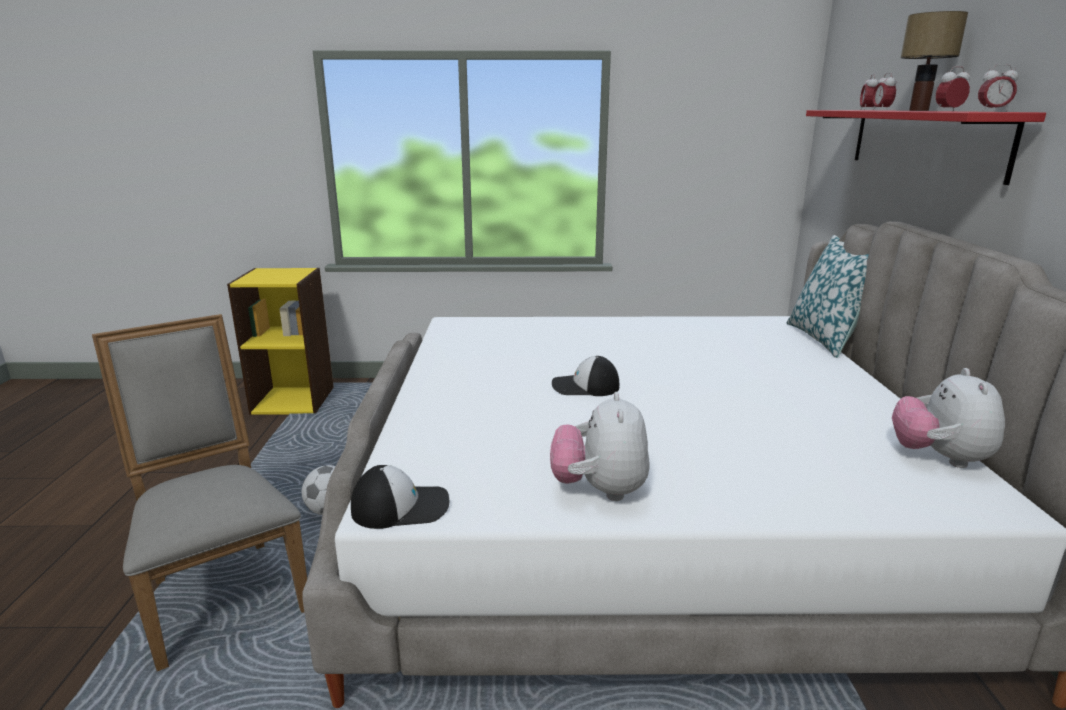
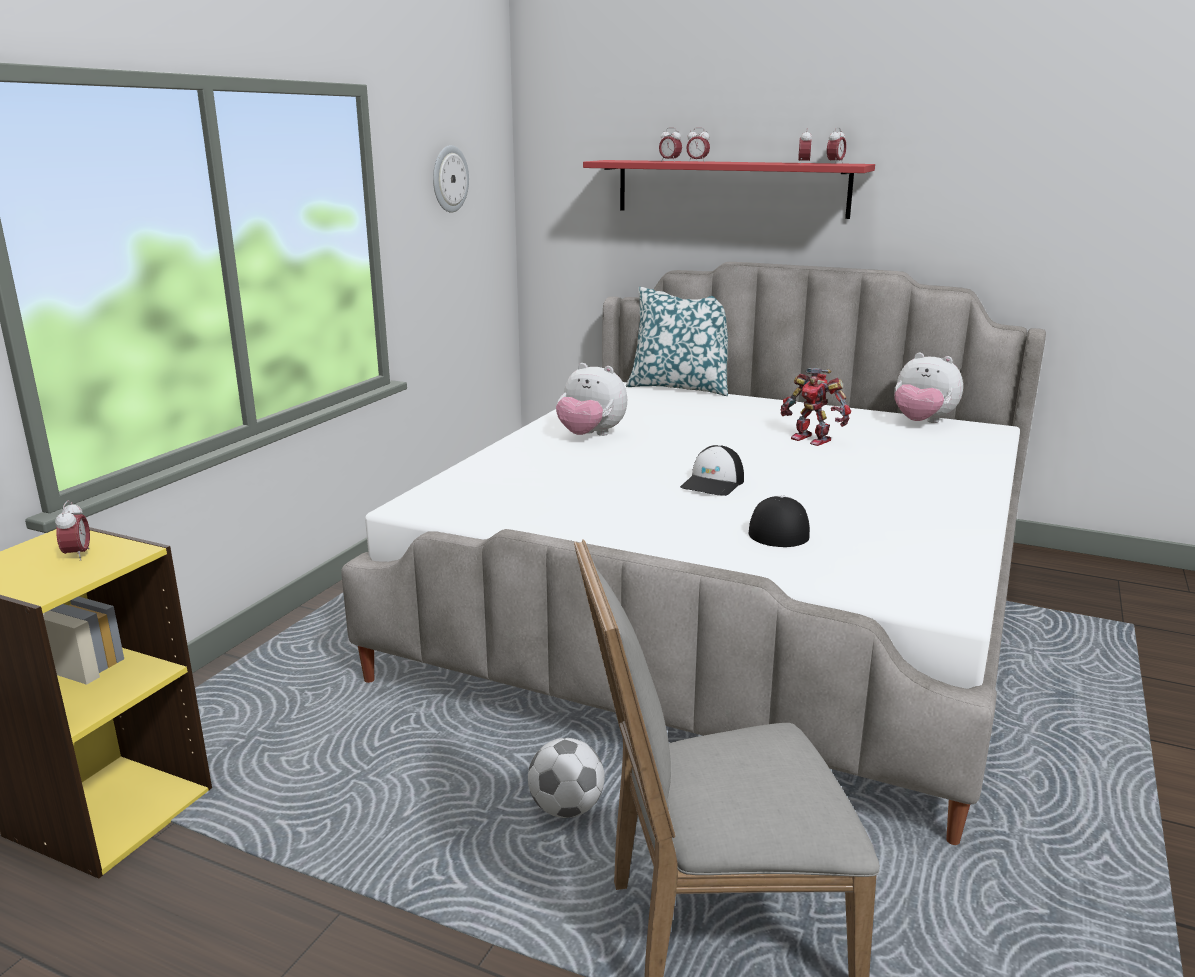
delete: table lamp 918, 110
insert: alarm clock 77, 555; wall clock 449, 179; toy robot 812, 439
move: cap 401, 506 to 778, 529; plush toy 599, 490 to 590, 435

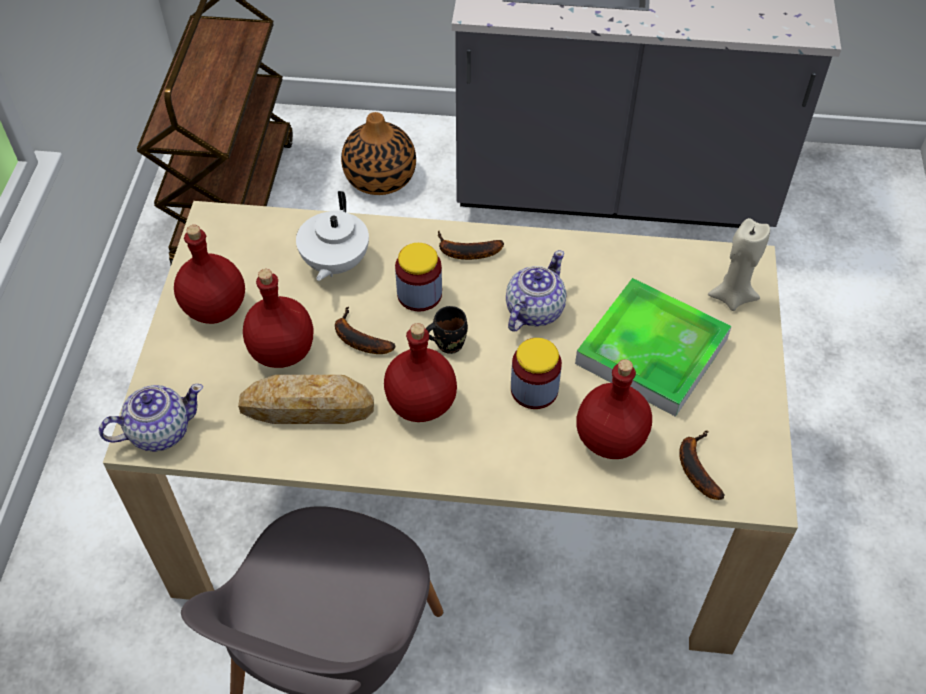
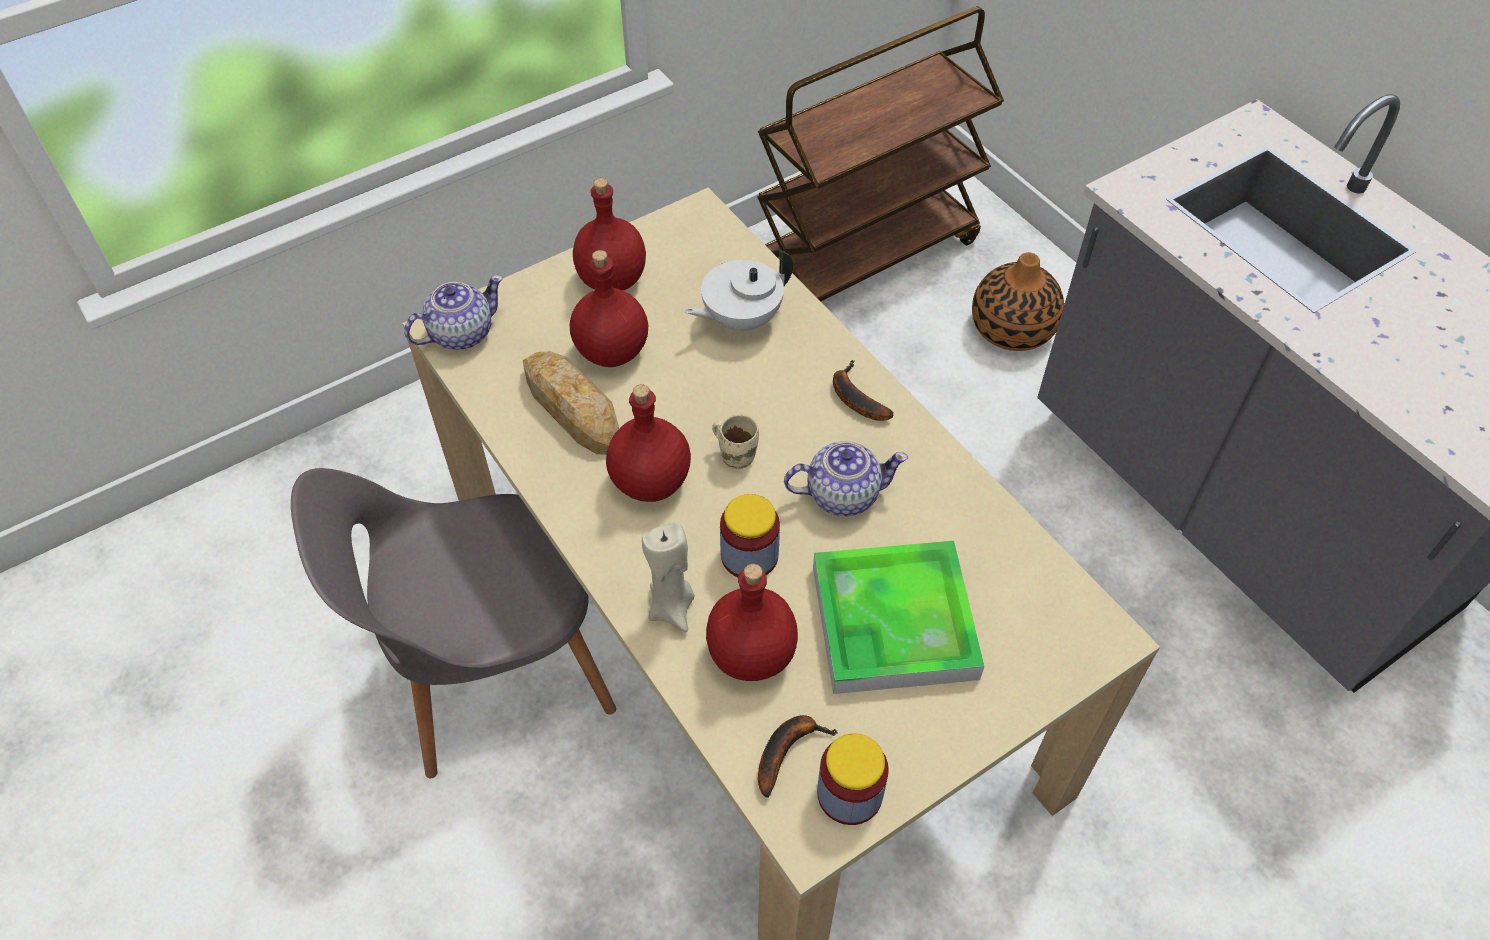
delete: banana 357, 339
move: jar 419, 294 to 849, 794; candle (beige) 732, 297 to 672, 608
recolor: mug (black) 447, 342 to mug (beige) 737, 455
rotate: teapot 159, 431 = 460, 333 60 degrees counterclockwise

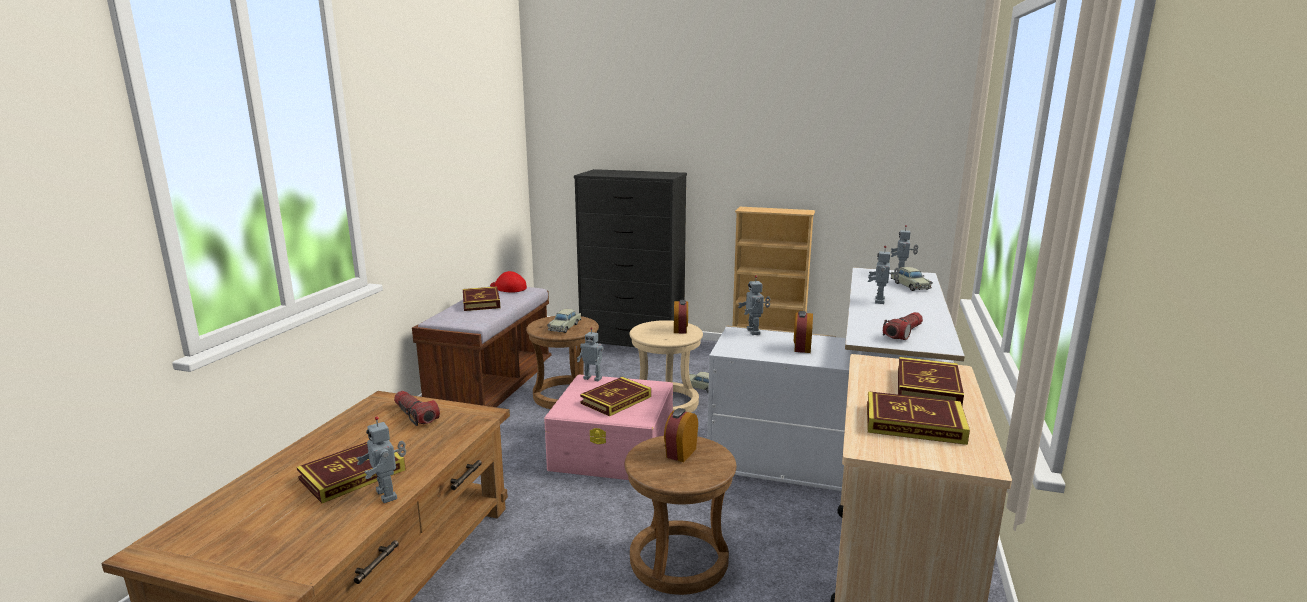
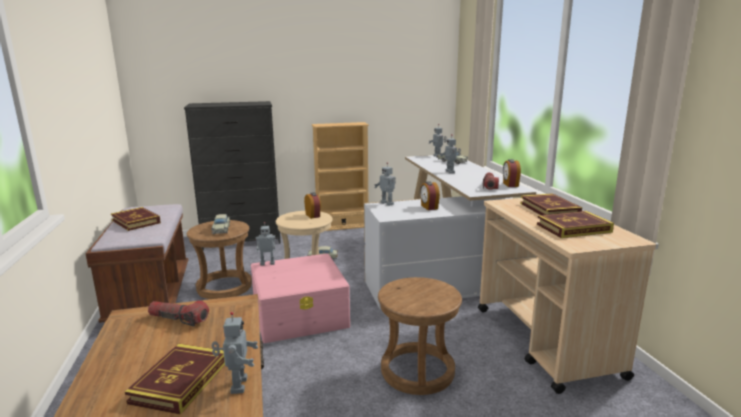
delete: cap (red) 508, 287; book 616, 400
move: alarm clock 680, 453 to 510, 184
rotate: toy robot 388, 494 = 237, 385 120 degrees counterclockwise

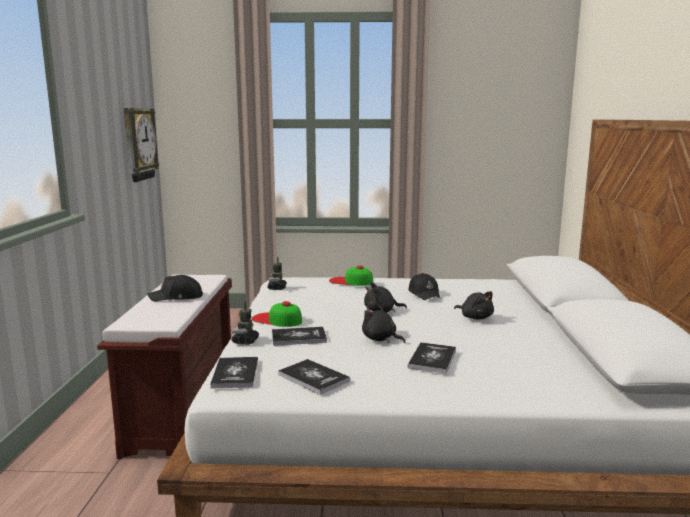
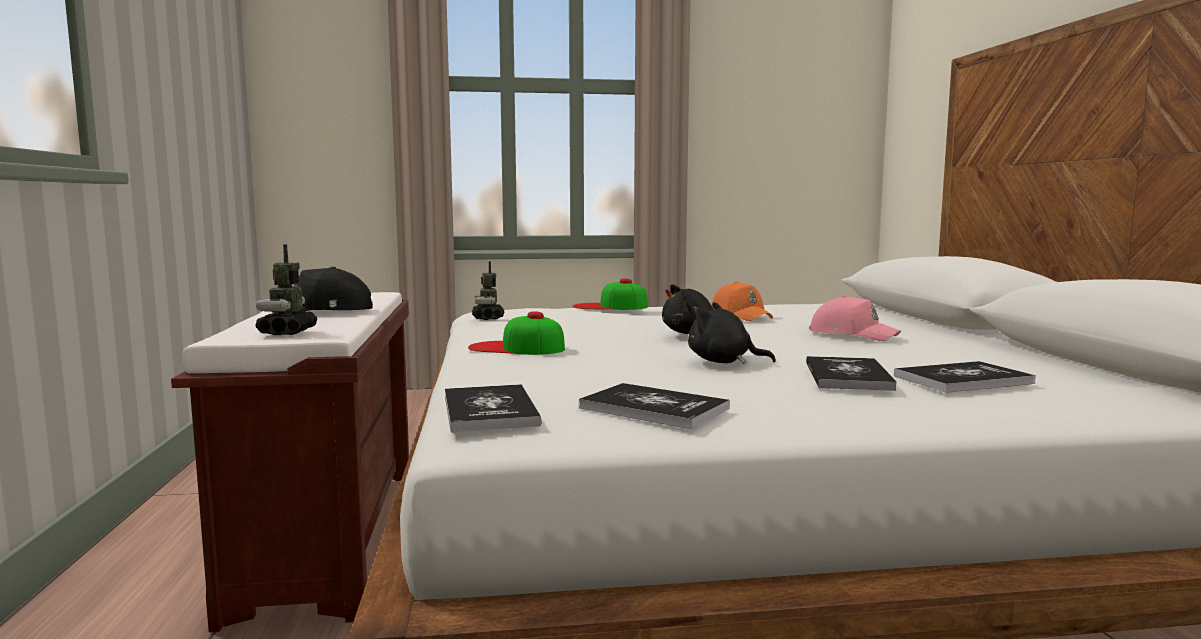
delete: wall clock 138, 144
move: toy robot 245, 341 to 287, 332; book 299, 337 to 963, 380
replace: plush toy (black) 475, 317 to cap (pink) 852, 334
recolor: cap (black) 424, 294 to cap (orange) 741, 315

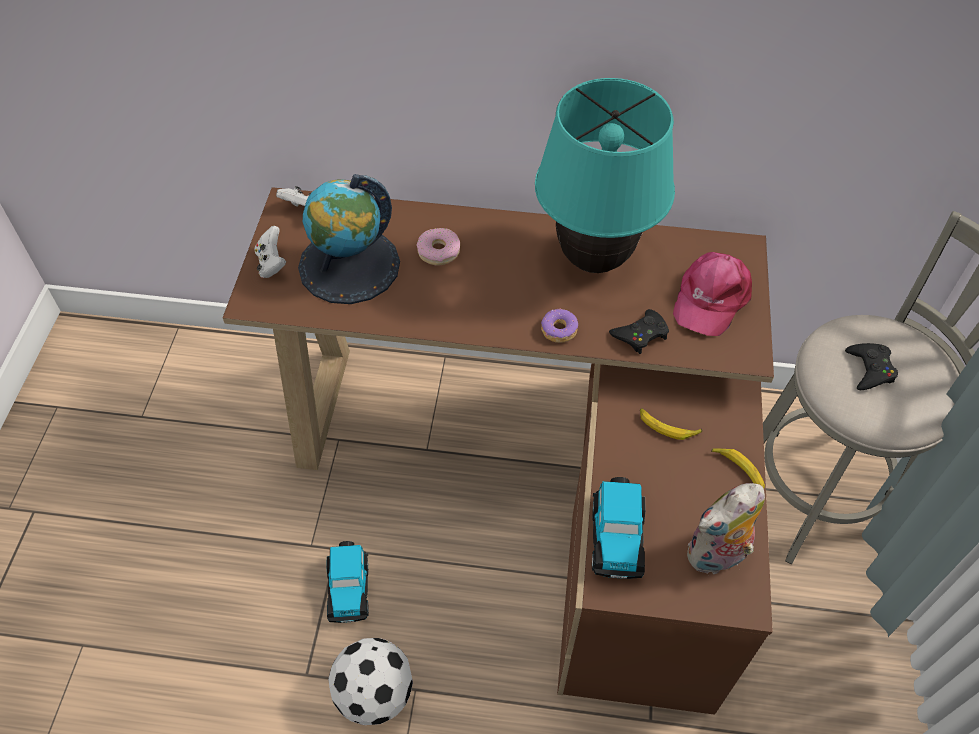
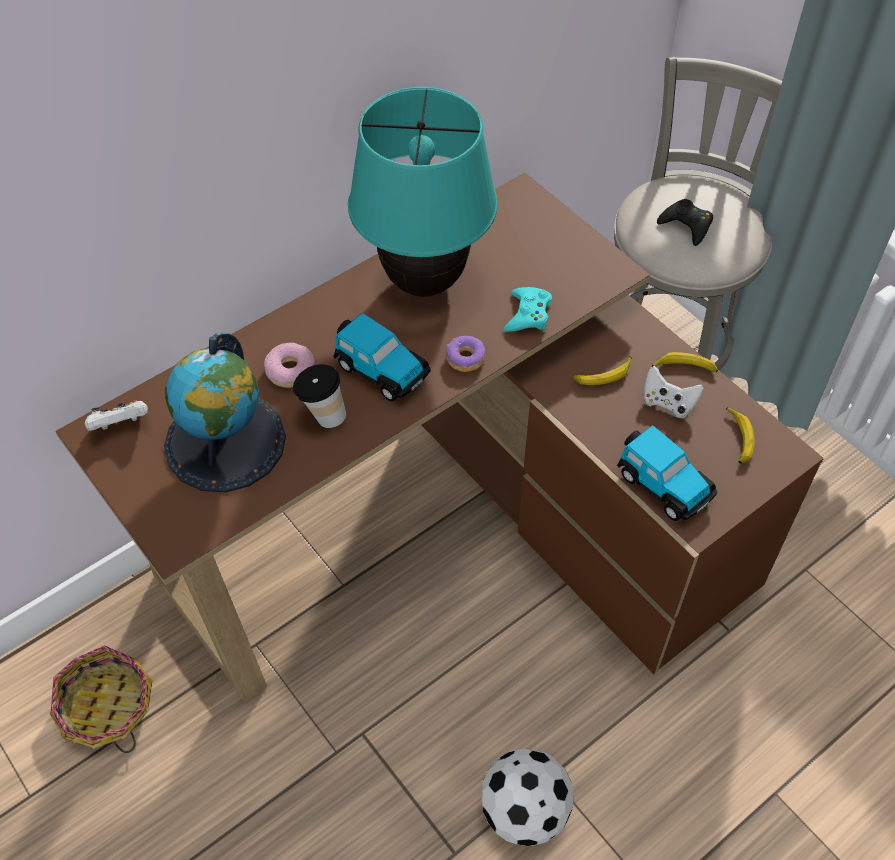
delete: cap (pink) 710, 298
insert: basket 106, 708; cup 322, 416
move: game controller (white) 272, 264 to 668, 403; toy car 348, 588 to 380, 369
replace: plush toy 717, 557 to banana 738, 439
recolor: game controller (black) 640, 334 to game controller (turquoise) 528, 314

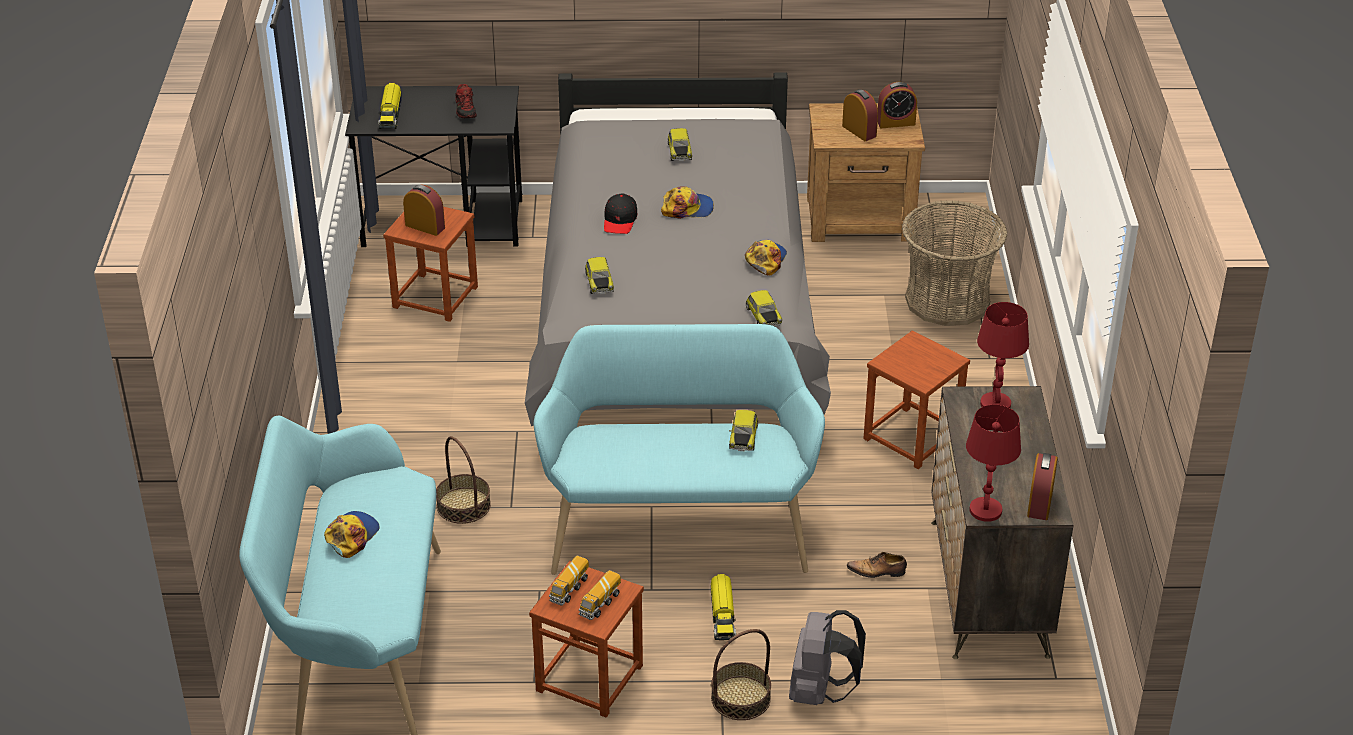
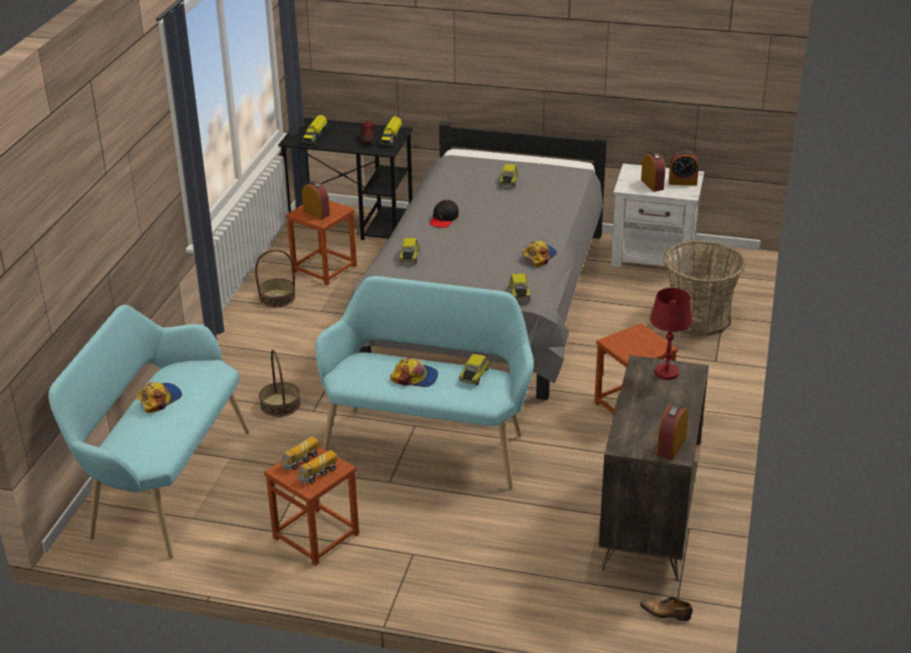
delete: backpack (grey) 820, 691; table lamp (red) 985, 510
move: cap 687, 208 to 415, 377; toy truck 722, 614 to 391, 137; basket 740, 698 to 277, 298; shoe 877, 571 to 666, 613
recolor: nightstand (brown) 861, 219 to nightstand (white) 654, 256

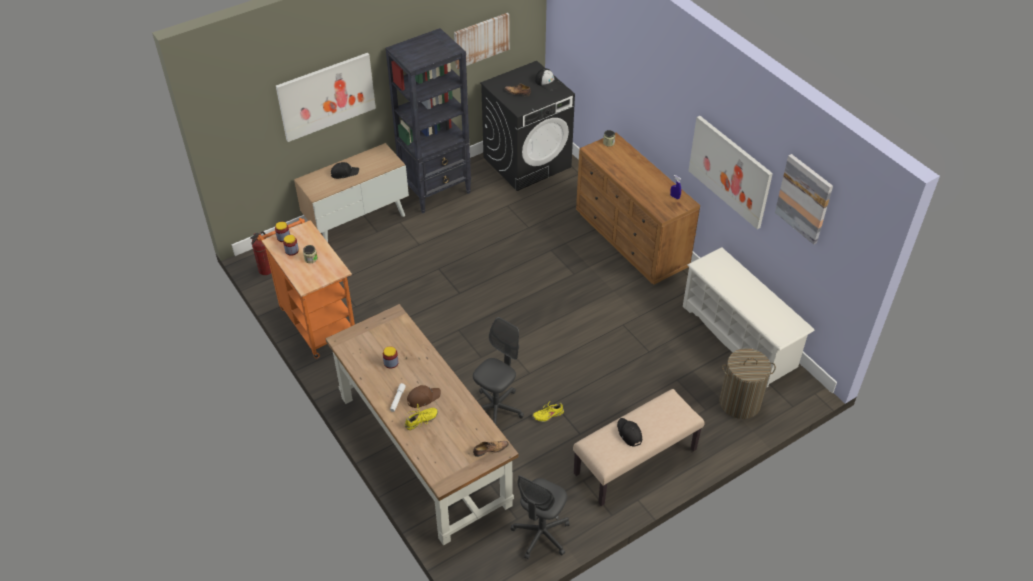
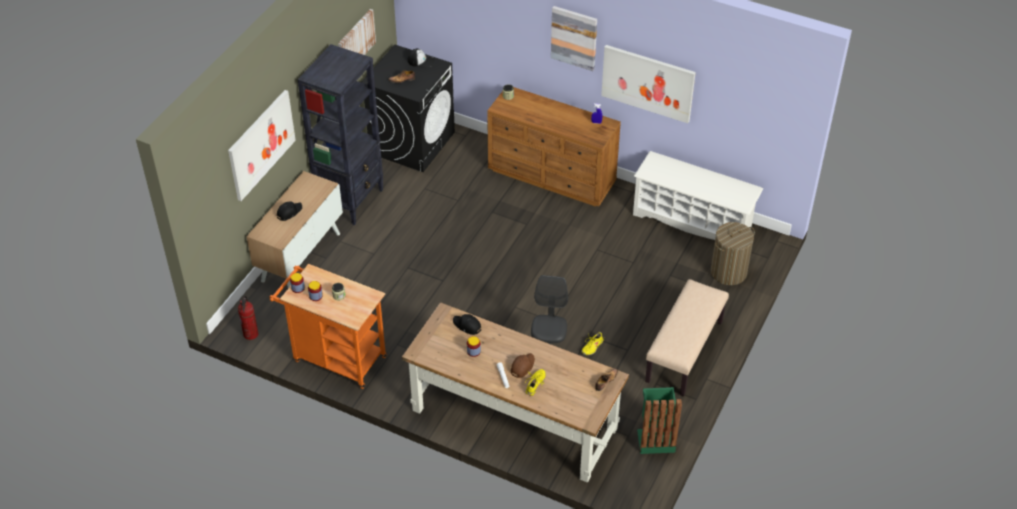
move: cap (black) 629, 434 to 467, 326; picture 804, 198 to 574, 37
replace: office chair (grey) 541, 535 to trash can (green) 655, 439

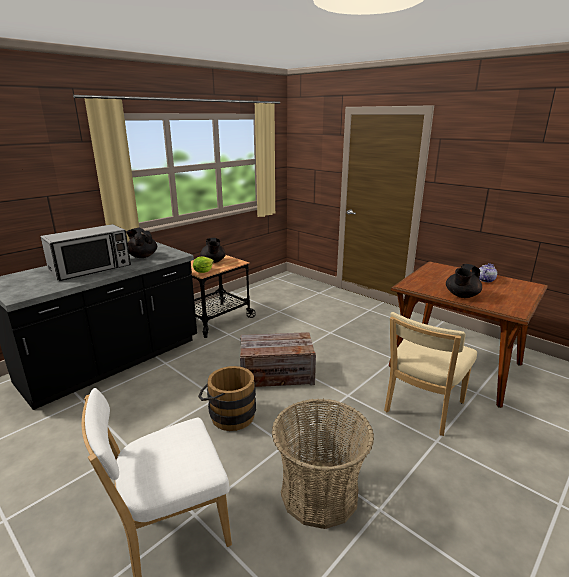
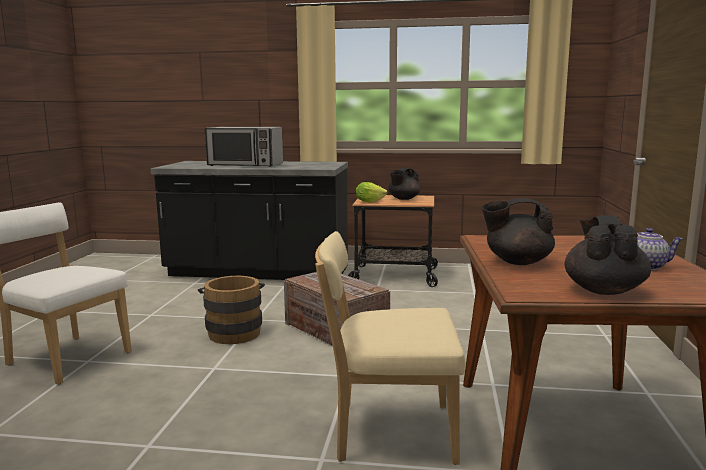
delete: basket 319, 493
move: teapot (black) 142, 256 to 603, 290

